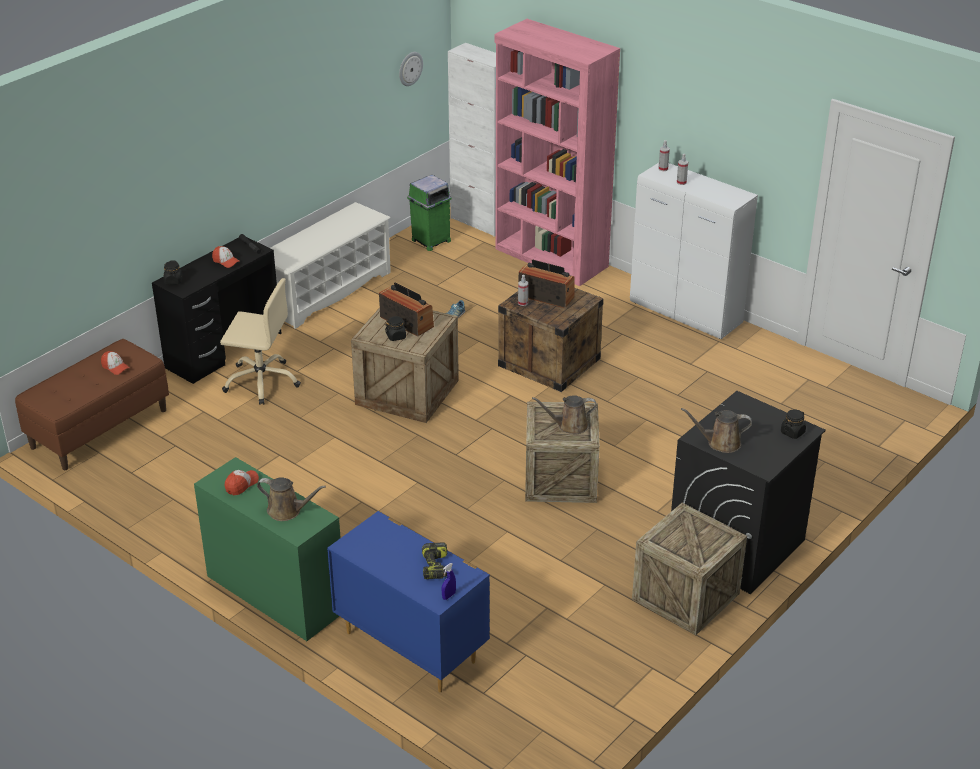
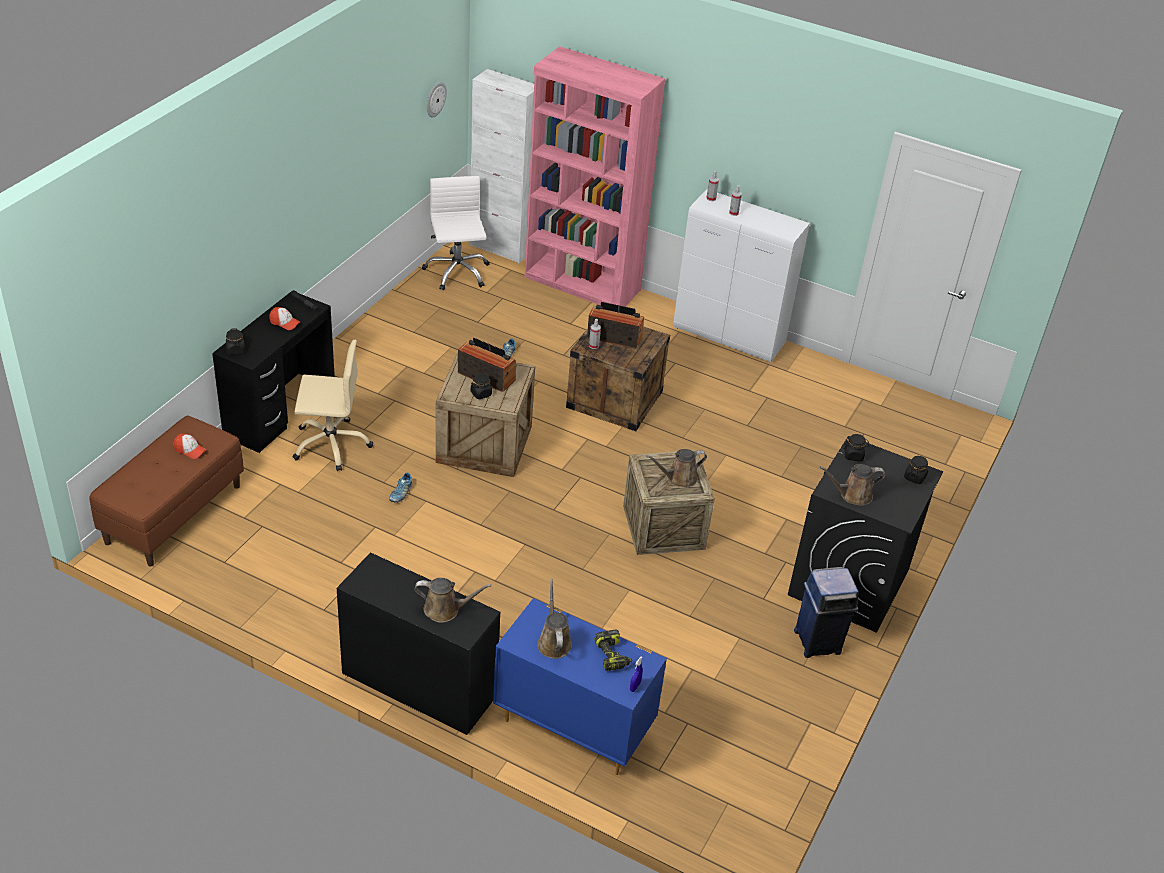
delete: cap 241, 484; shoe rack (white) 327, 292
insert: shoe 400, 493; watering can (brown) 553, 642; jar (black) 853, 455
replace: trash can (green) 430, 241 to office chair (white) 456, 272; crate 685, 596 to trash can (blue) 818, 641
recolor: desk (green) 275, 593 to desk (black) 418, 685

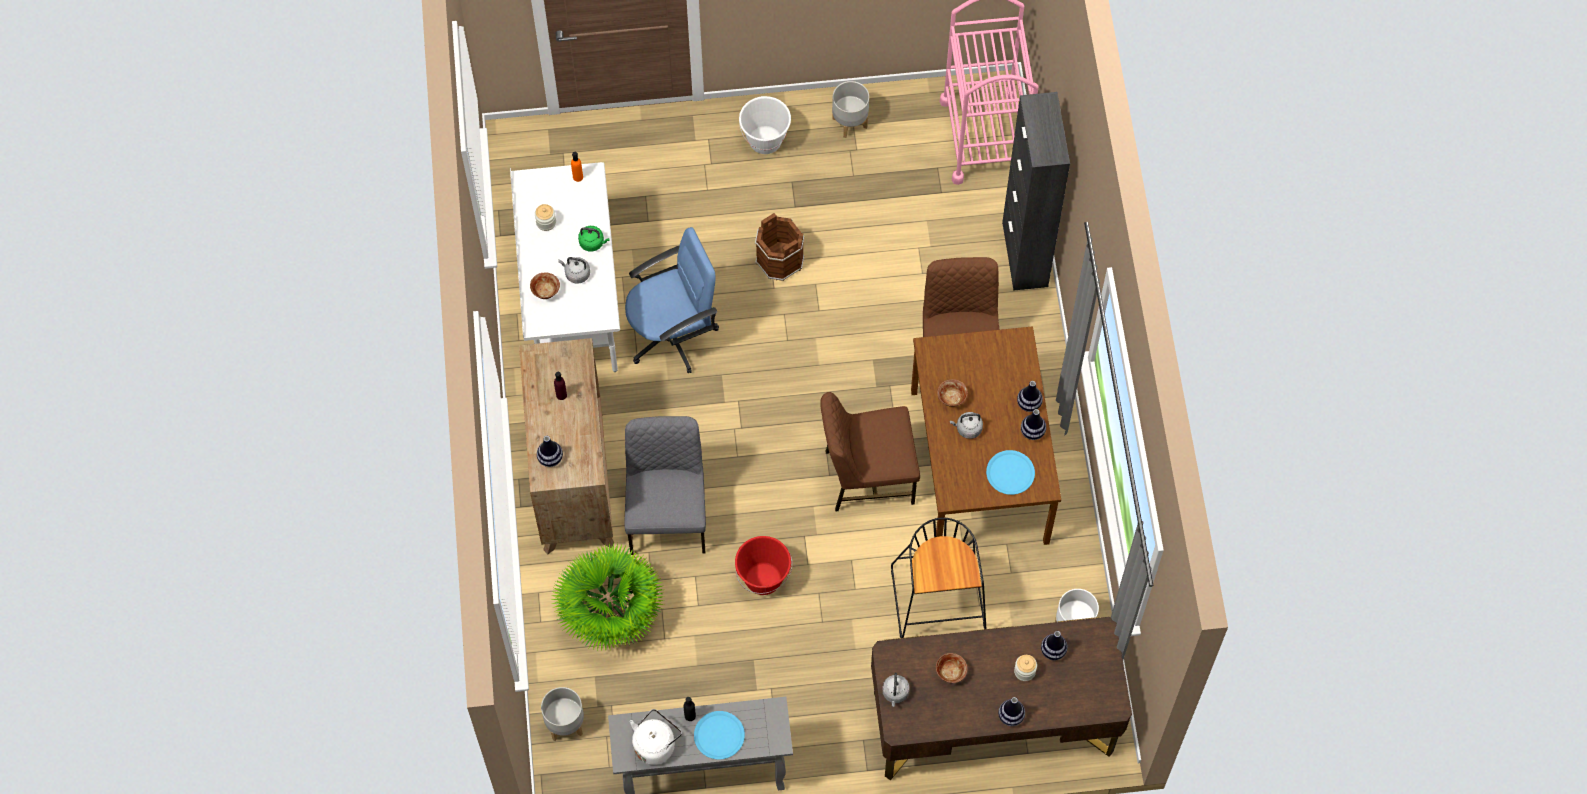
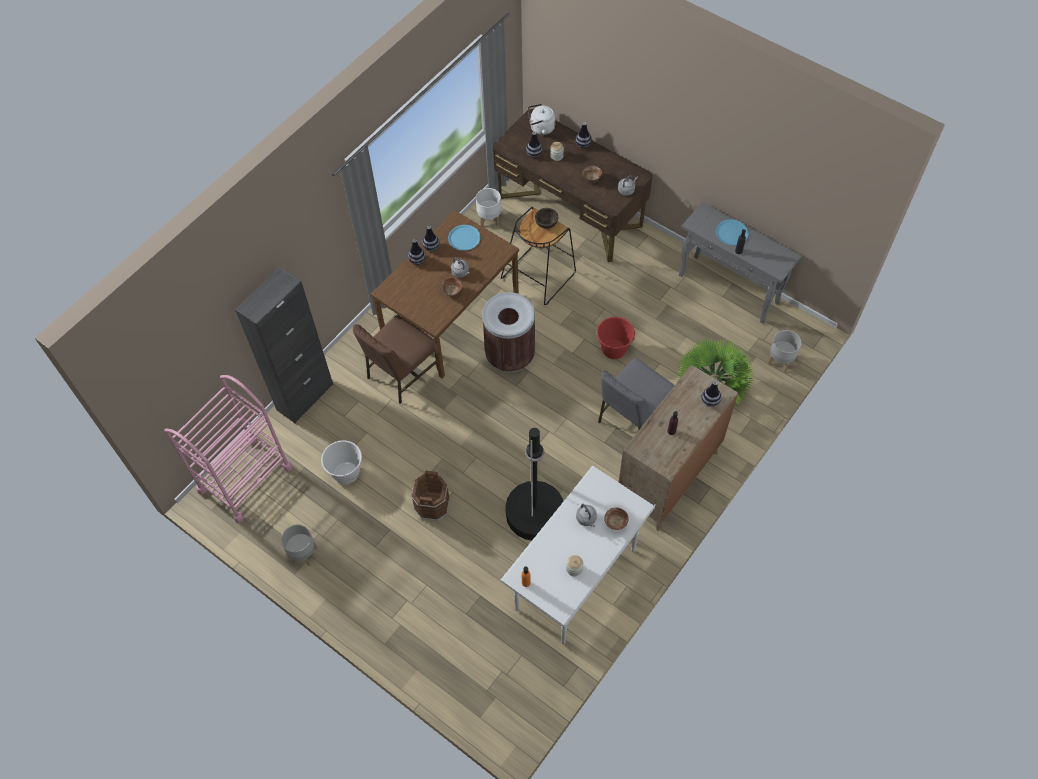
delete: kettle (green) 593, 243
insert: bowl (brown) 546, 223
move: kettle (white) 655, 744 to 540, 128; bucket (white) 765, 140 to 346, 473
replace: office chair (blue) 672, 334 to floor lamp (black) 534, 513; chair (brown) 867, 475 to trash can (brown) 510, 355

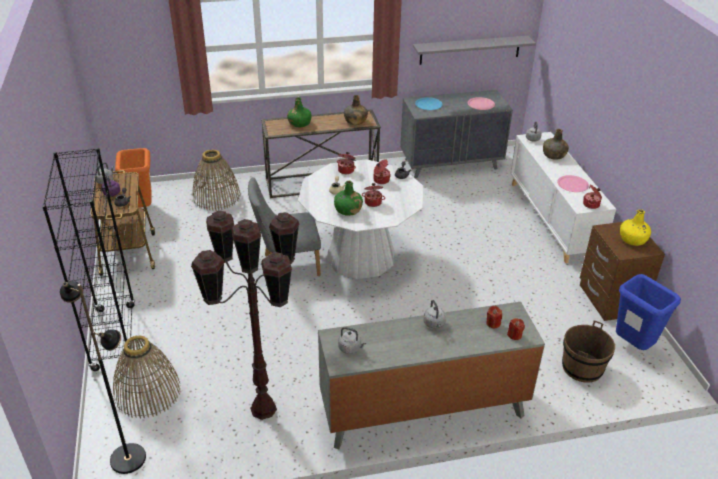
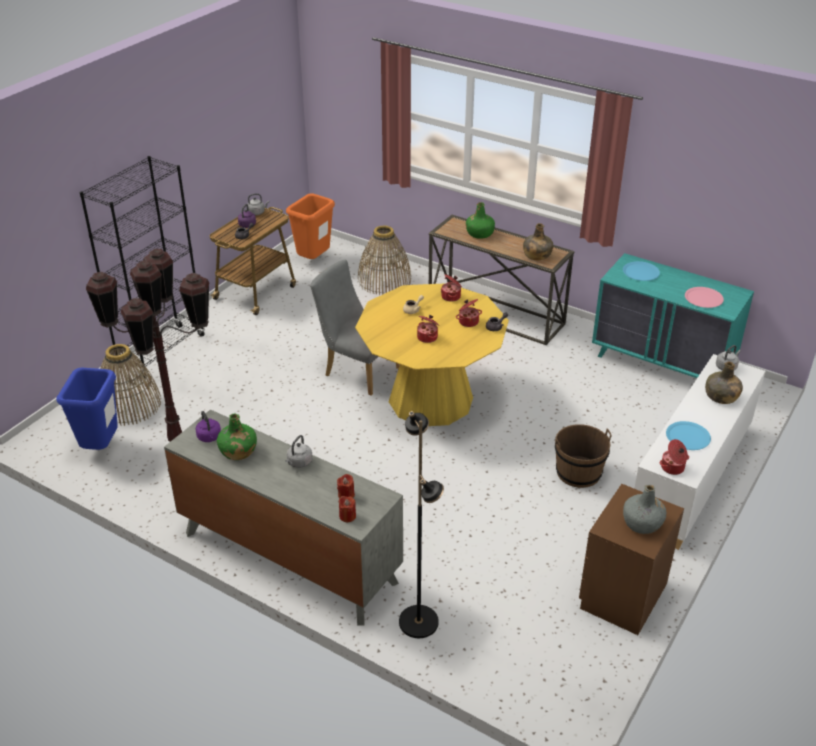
delete: shelf (grey) 470, 50
move: floor lamp (black) 128, 458 to 419, 622; bottle (green) 348, 210 to 238, 451; bucket (brown) 582, 368 to 578, 472; trash can (blue) 633, 346 to 101, 448
recolor: dining table (white) 360, 256 to dining table (yellow) 431, 399; kettle (grey) 351, 348 to kettle (purple) 209, 438; dresser (grey) 451, 164 to dresser (turquoise) 662, 363; plate (pink) 572, 184 to plate (blue) 688, 436; bottle (yellow) 633, 239 to bottle (grey) 642, 523

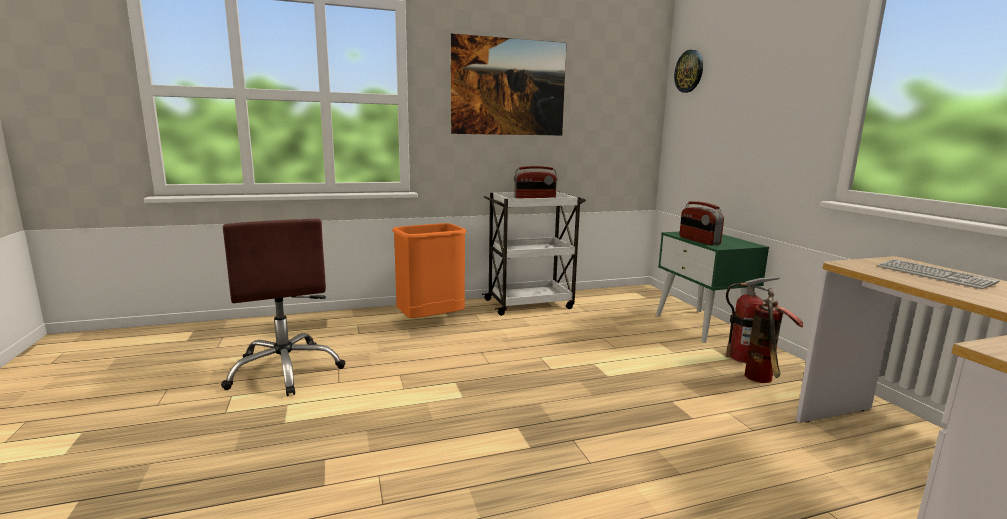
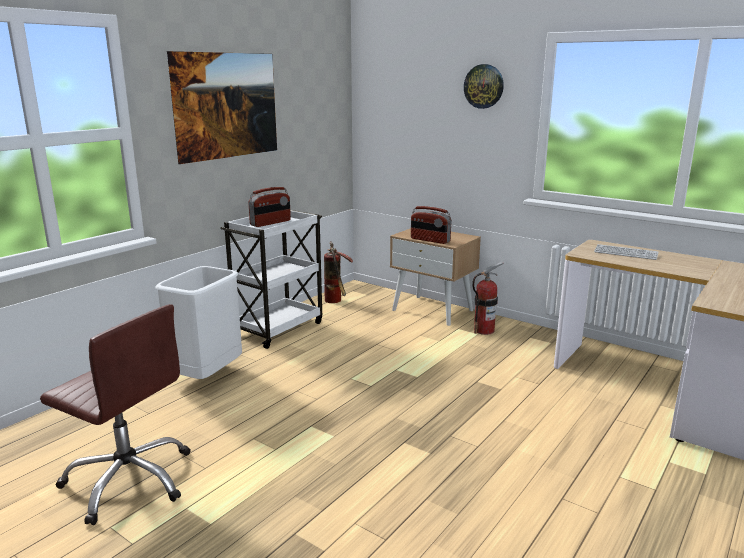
move: wall clock 689, 71 to 484, 86; fire extinguisher 764, 382 to 336, 302
recolor: trash can (orange) 430, 321 to trash can (white) 207, 375; nightstand (green) 702, 325 to nightstand (beige) 433, 310

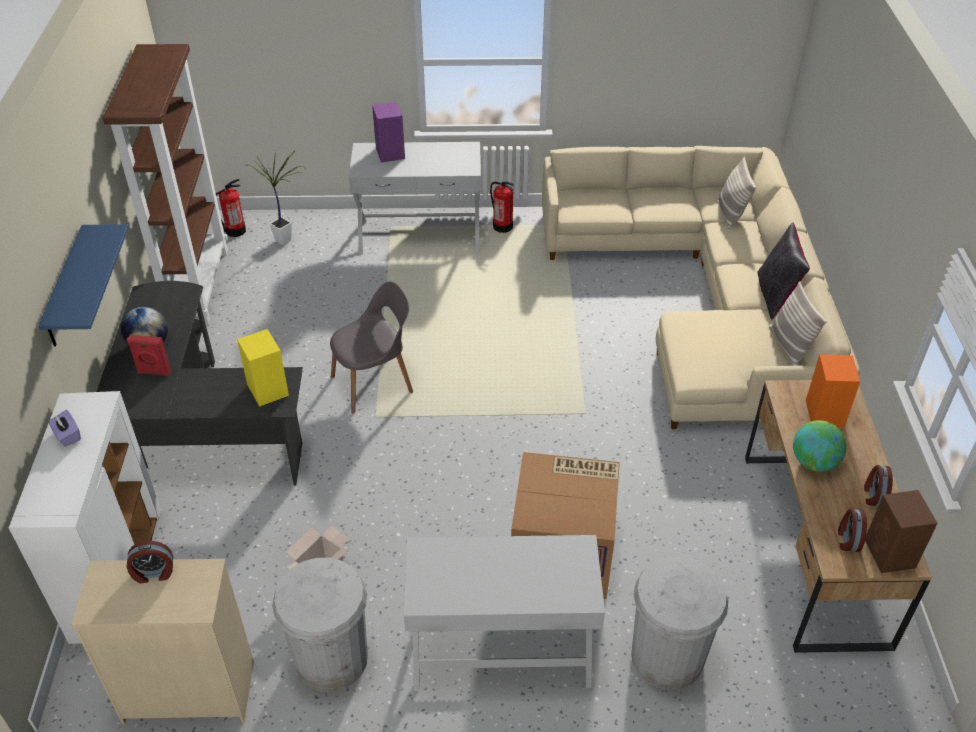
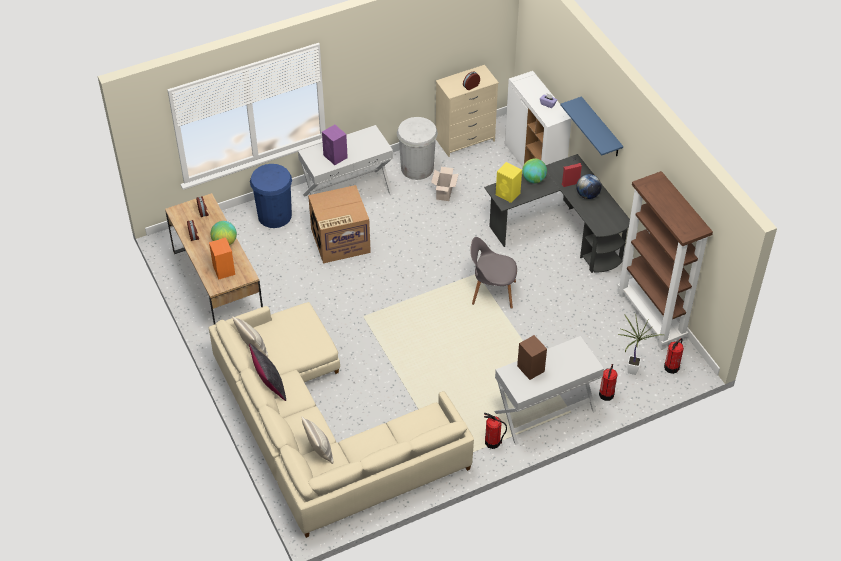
insert: globe 533, 179; fire extinguisher 606, 394
move: speaker (purple) 390, 152 to 335, 157; speaker (brown) 890, 555 to 530, 368
recolor: trash can (white) 667, 657 to trash can (blue) 274, 215
rotate: chair (grey) 374, 383 = 492, 292 60 degrees clockwise

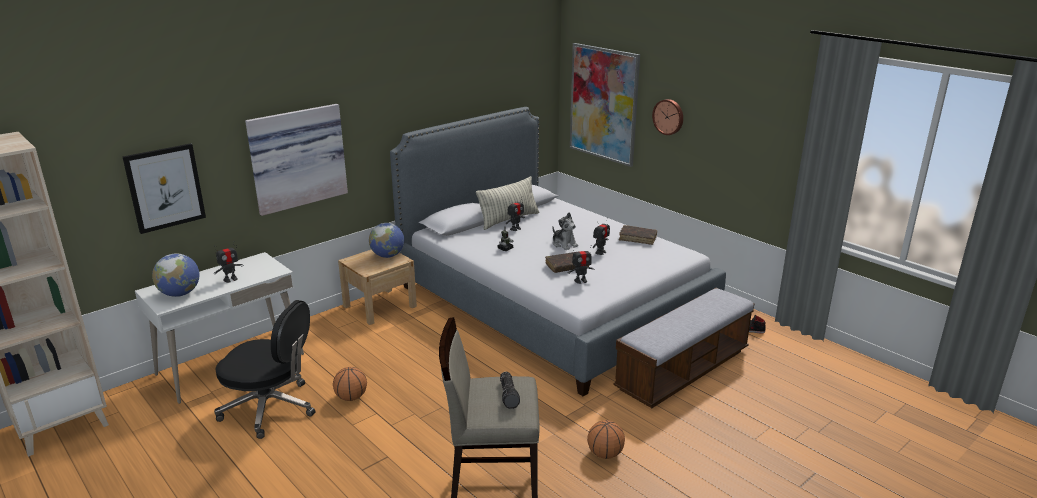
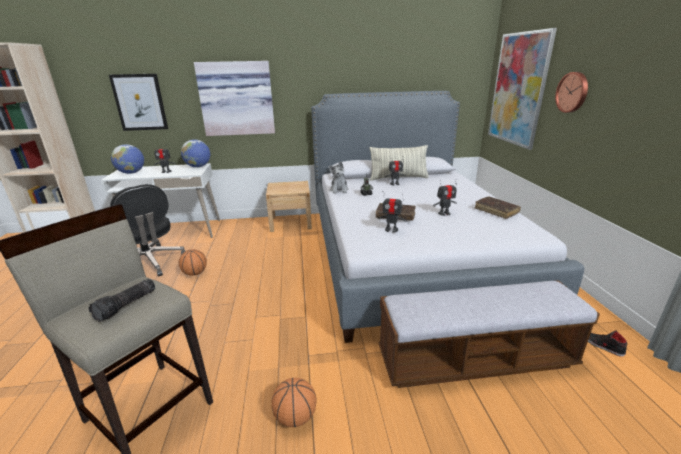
move: globe 387, 256 to 198, 167; plush toy 564, 244 to 339, 190

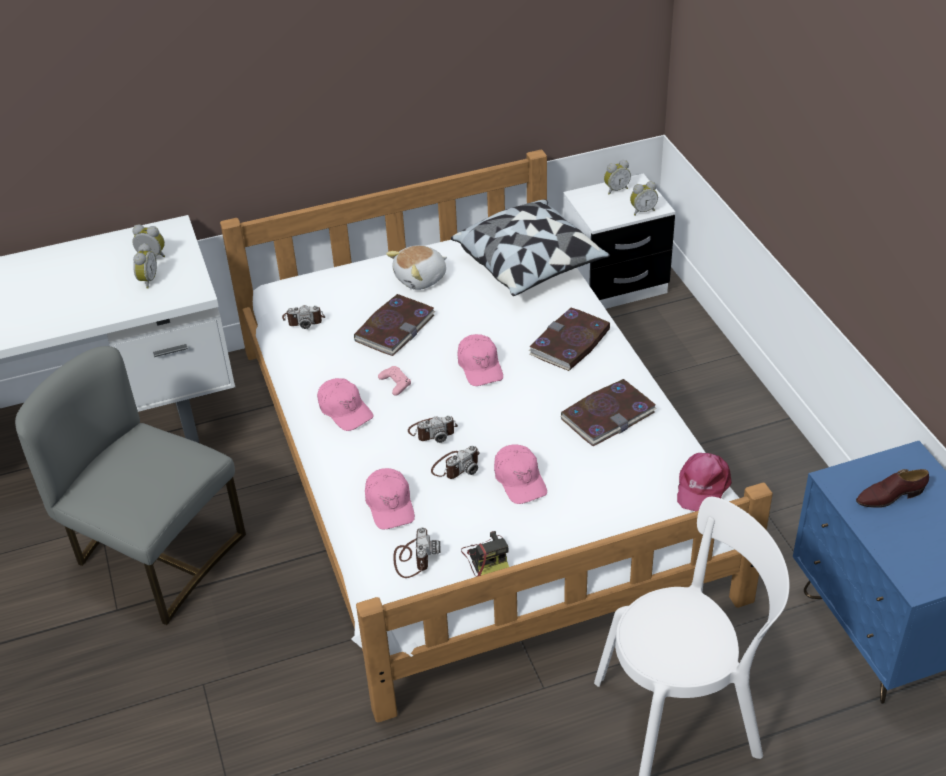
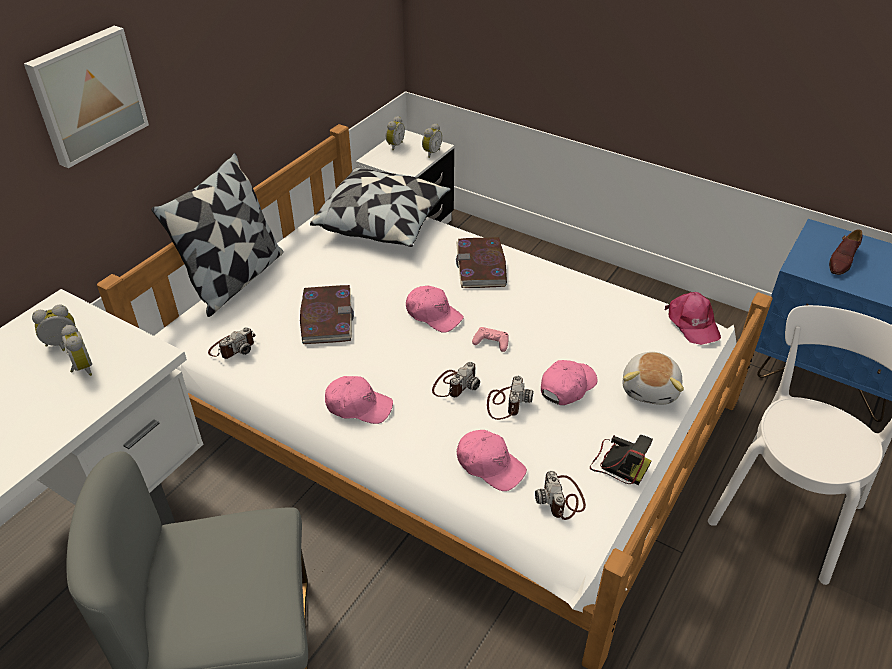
delete: book 608, 415
insert: picture 86, 95; pillow 235, 279
move: game controller (pink) 395, 383 to 491, 342; plush toy 421, 279 to 651, 389
rotate: photo camera 414, 558 = 562, 499 150 degrees counterclockwise; cap (pink) 520, 480 = 567, 386 75 degrees counterclockwise

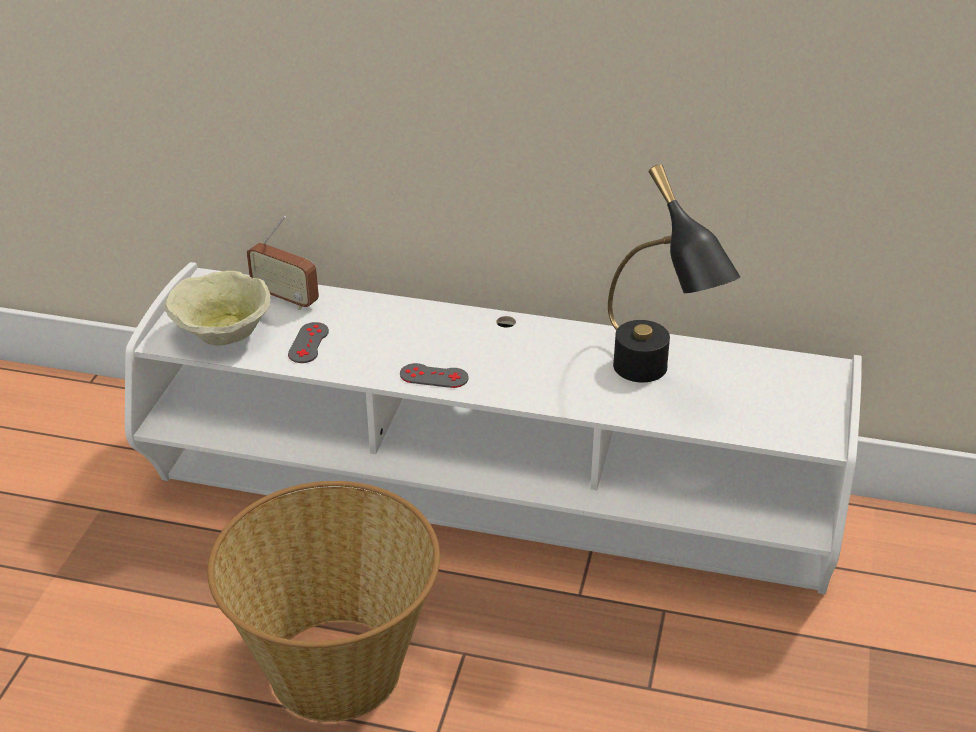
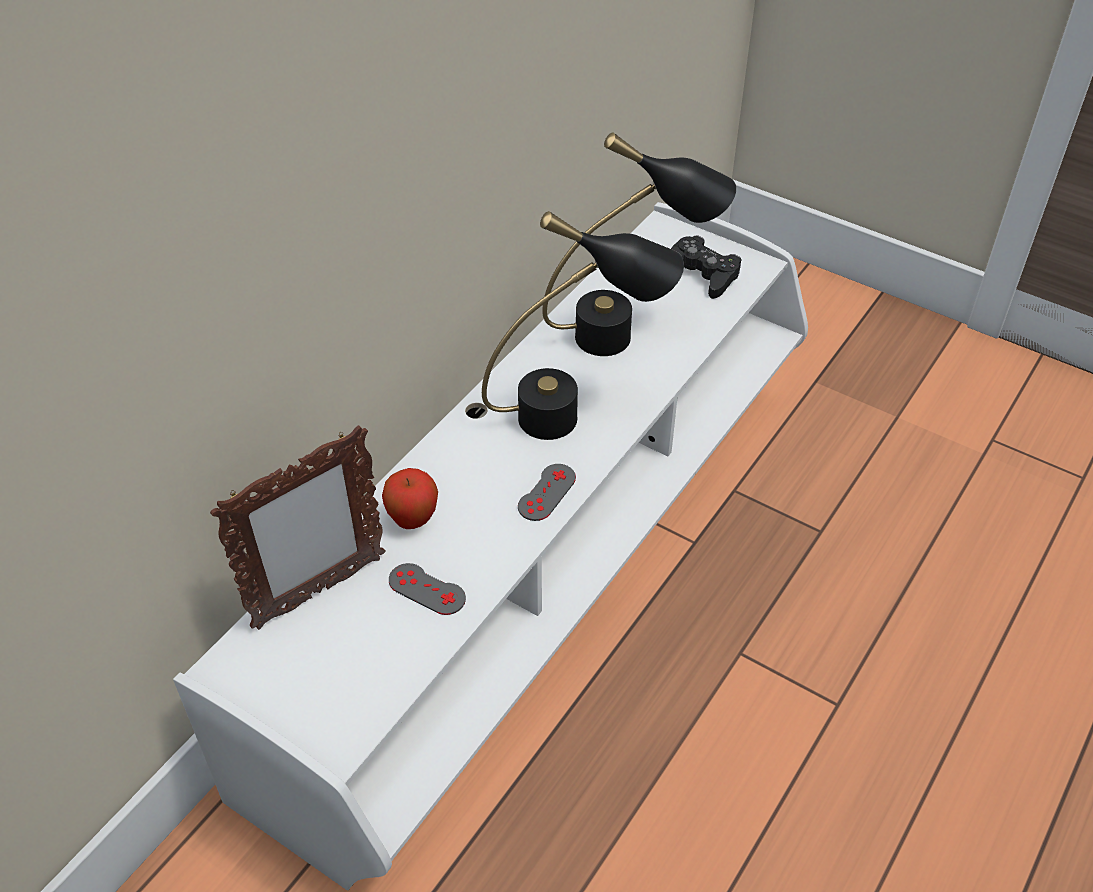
delete: bowl (beige) 221, 333; basket 335, 667
insert: apple 413, 520; table lamp (black) 576, 414; game controller (black) 702, 274
replace: radio 285, 298 to picture frame 318, 592

